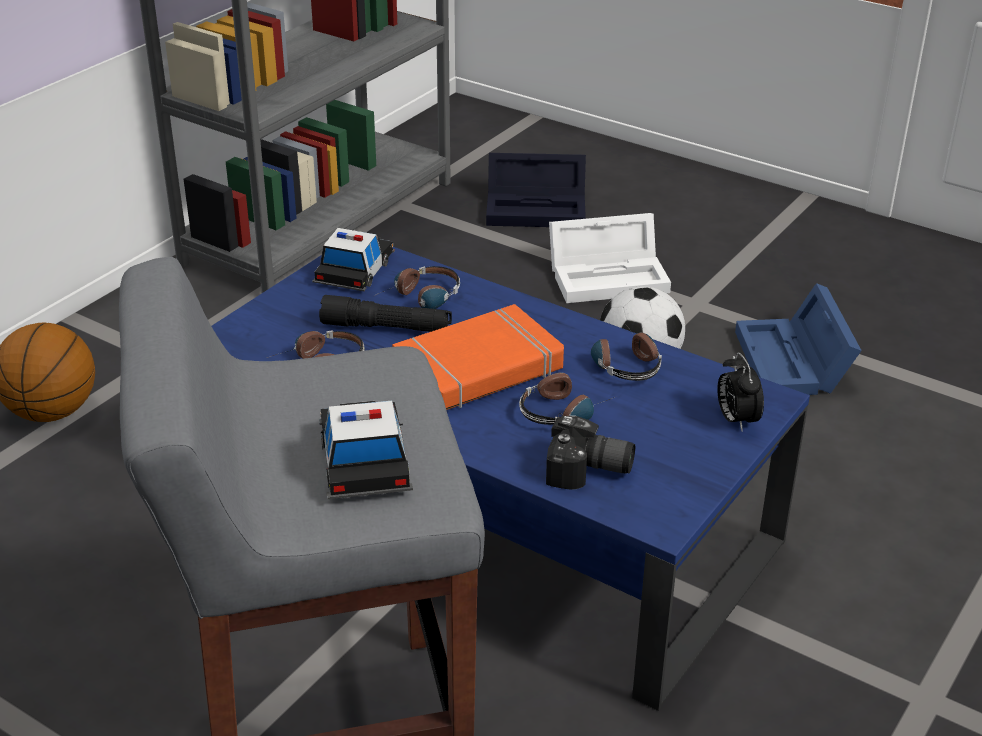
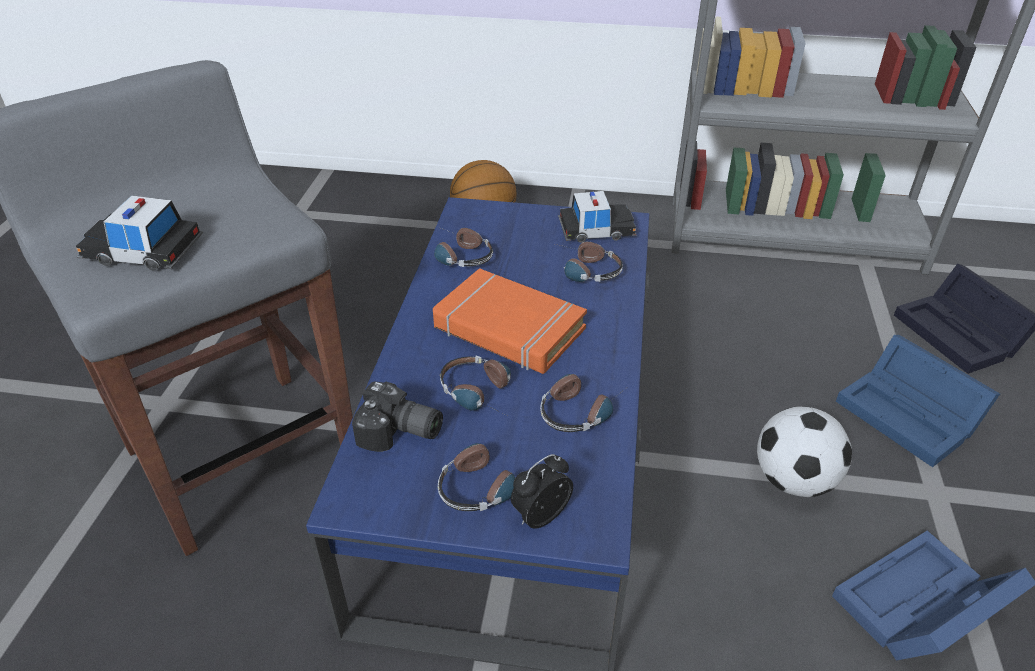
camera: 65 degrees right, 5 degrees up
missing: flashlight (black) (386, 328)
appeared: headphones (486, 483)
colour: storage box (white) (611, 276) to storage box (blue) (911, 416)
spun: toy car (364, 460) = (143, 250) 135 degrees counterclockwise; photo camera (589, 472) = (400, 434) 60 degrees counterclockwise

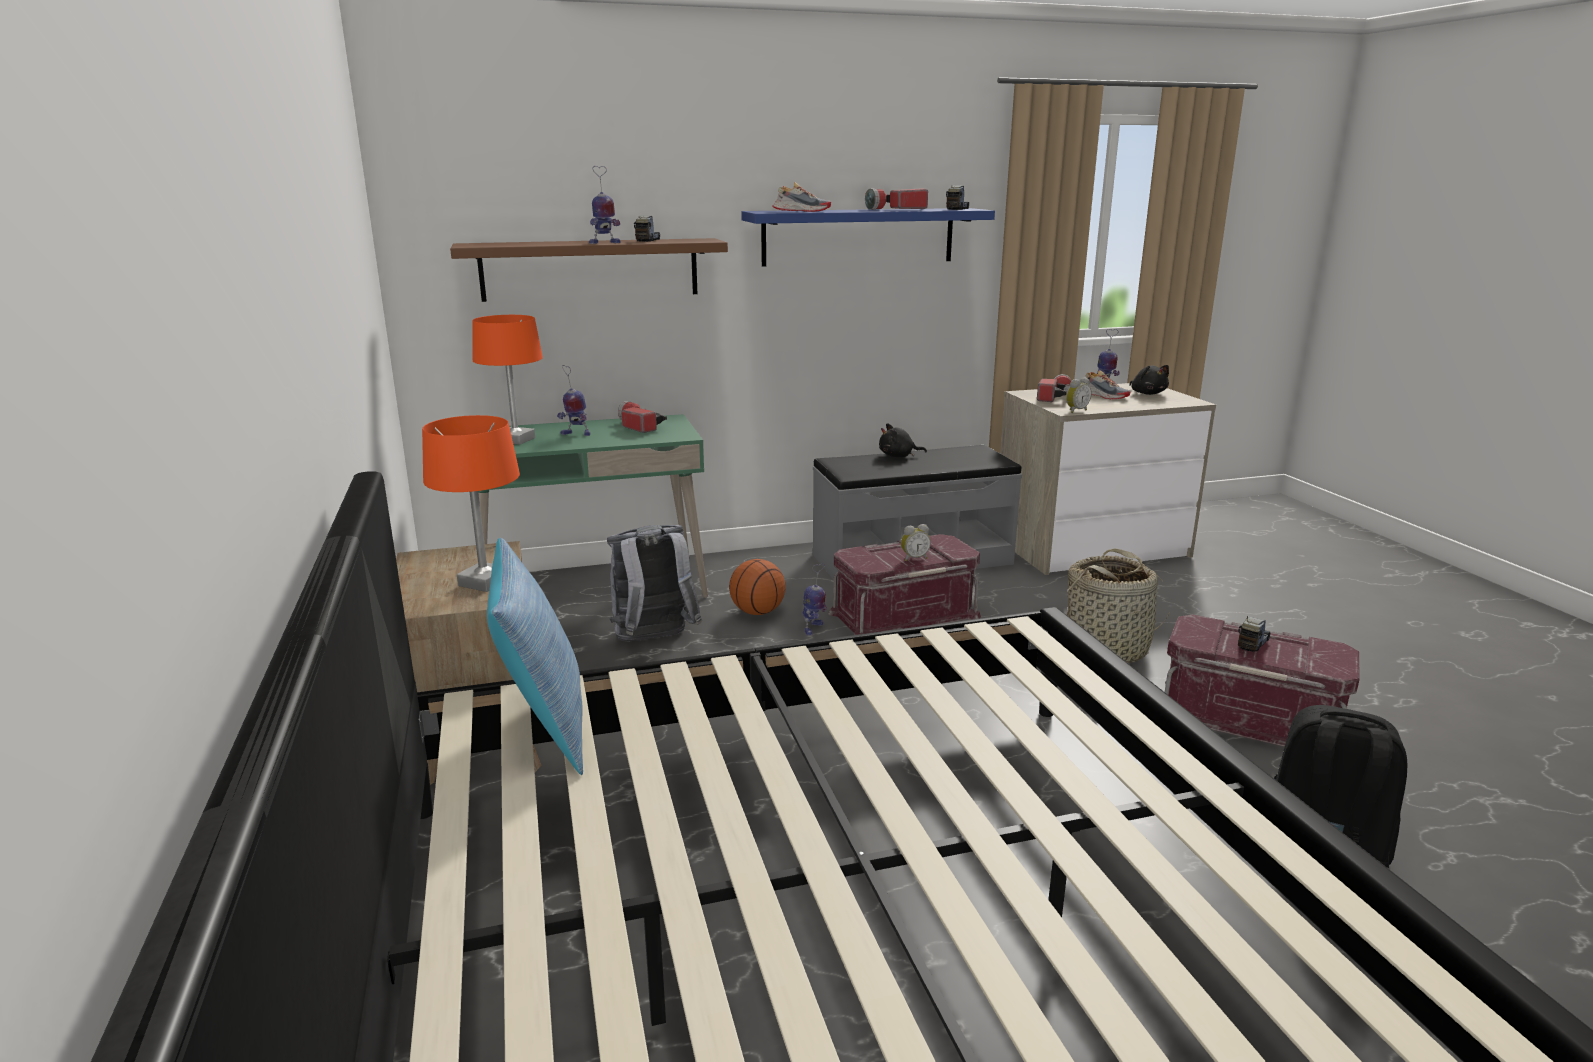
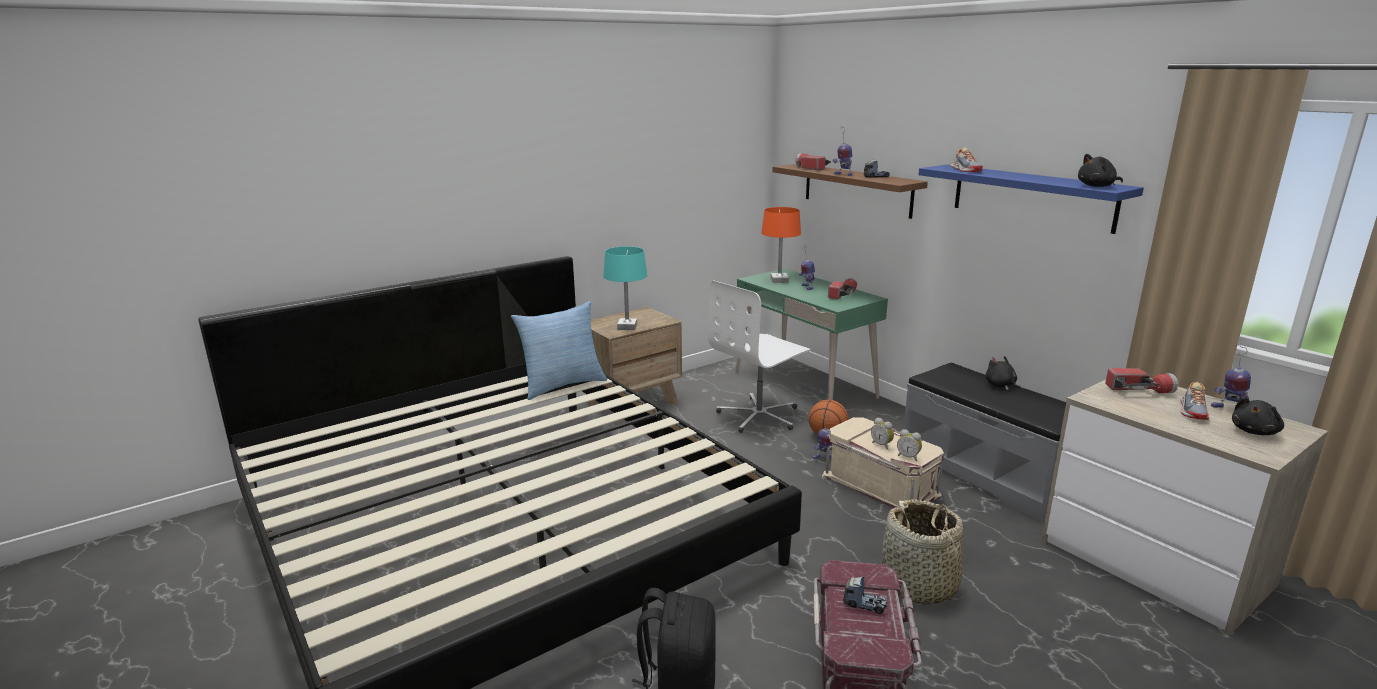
camera: 70 degrees right, 0 degrees up
relocated: flashlight (896, 209) to (810, 168); alarm clock (1075, 411) to (908, 457)
exchanged: backpack (grey) (654, 640) to office chair (white) (759, 416); toy truck (957, 209) to plush toy (black) (1097, 186)
colour: table lamp (orange) (484, 582) to table lamp (turquoise) (627, 327); storage box (red) (903, 614) to storage box (beige) (881, 486)

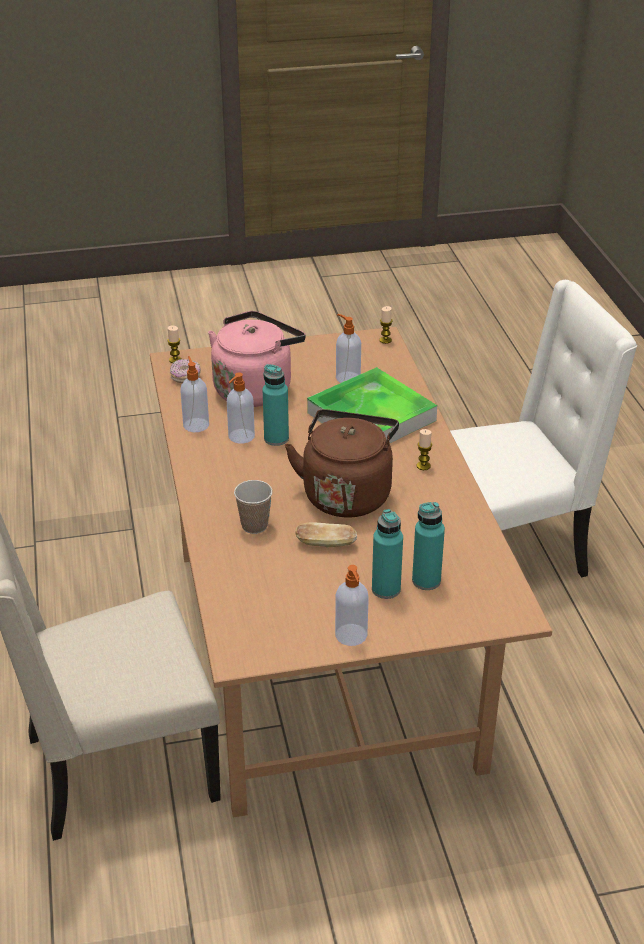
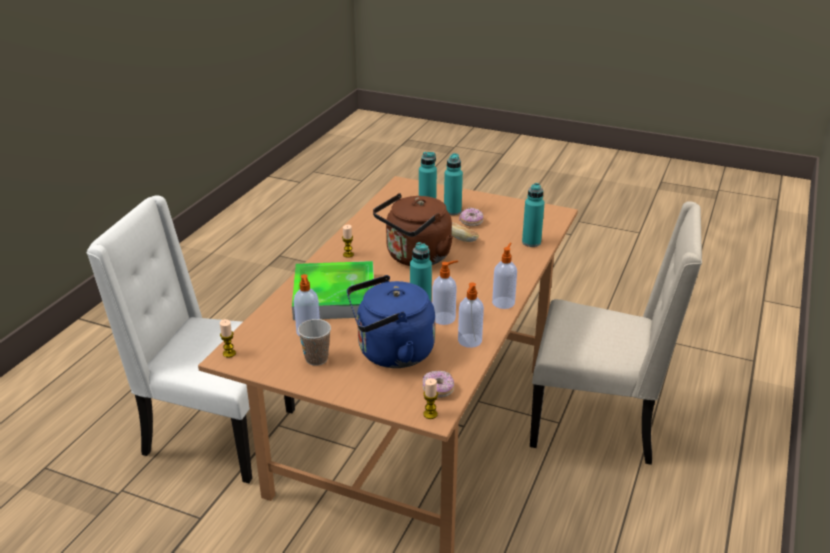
camera: 145 degrees left, 5 degrees down
appeared: donut (471, 222); bottle (turquoise) (531, 242)
relocated: cup (254, 526) to (316, 359); soap dispenser (351, 636) to (503, 302)
colour: kettle (pink) (255, 389) to kettle (blue) (391, 353)

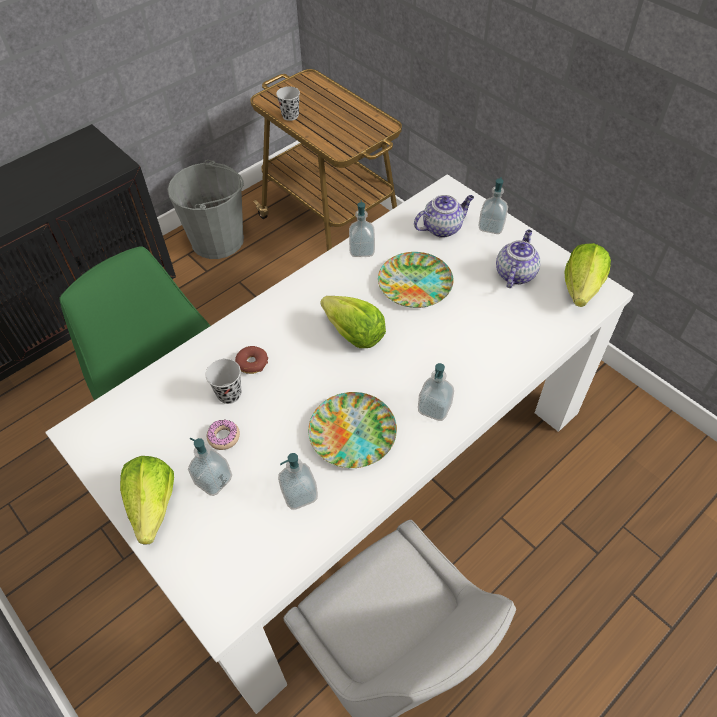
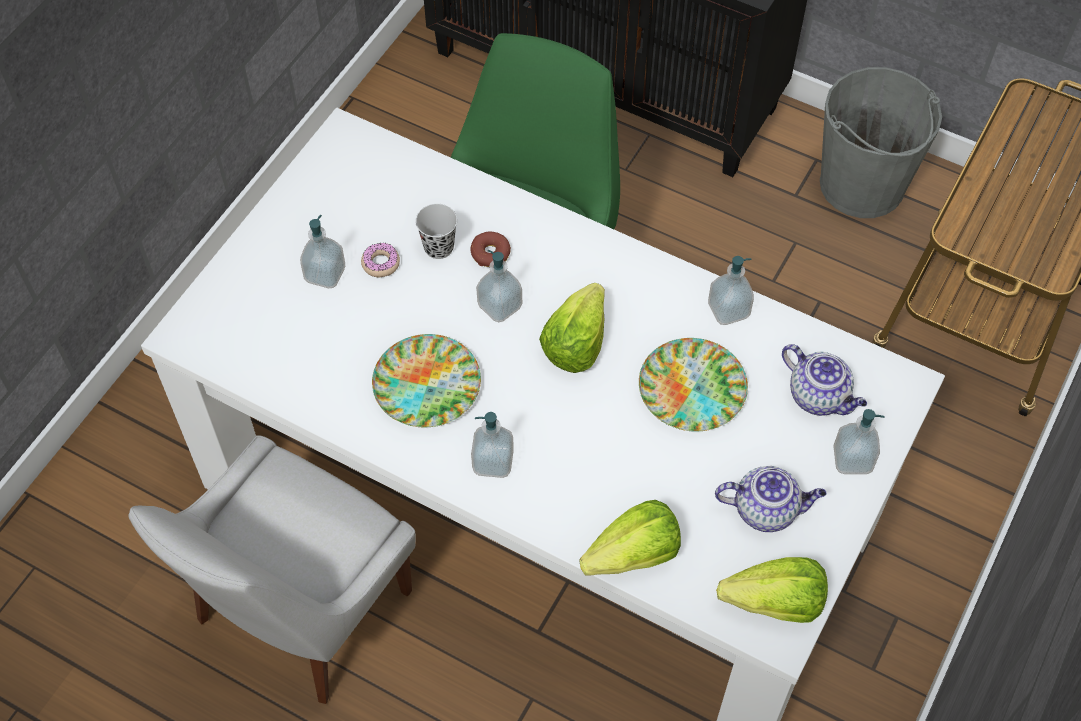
camera: 70 degrees right, 5 degrees up
missing: cup (black) (290, 116)
relocated: soap dispenser (299, 494) to (500, 306); lettuce (153, 506) to (633, 555)

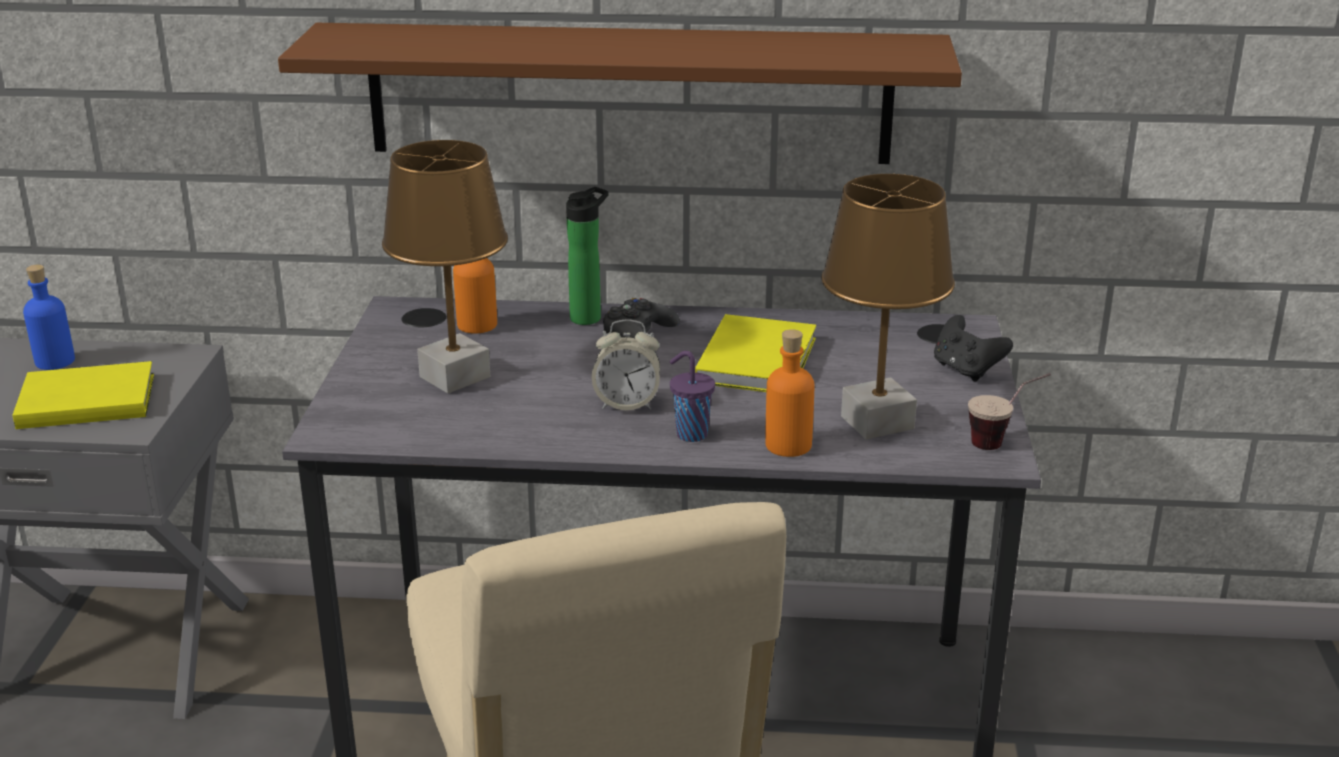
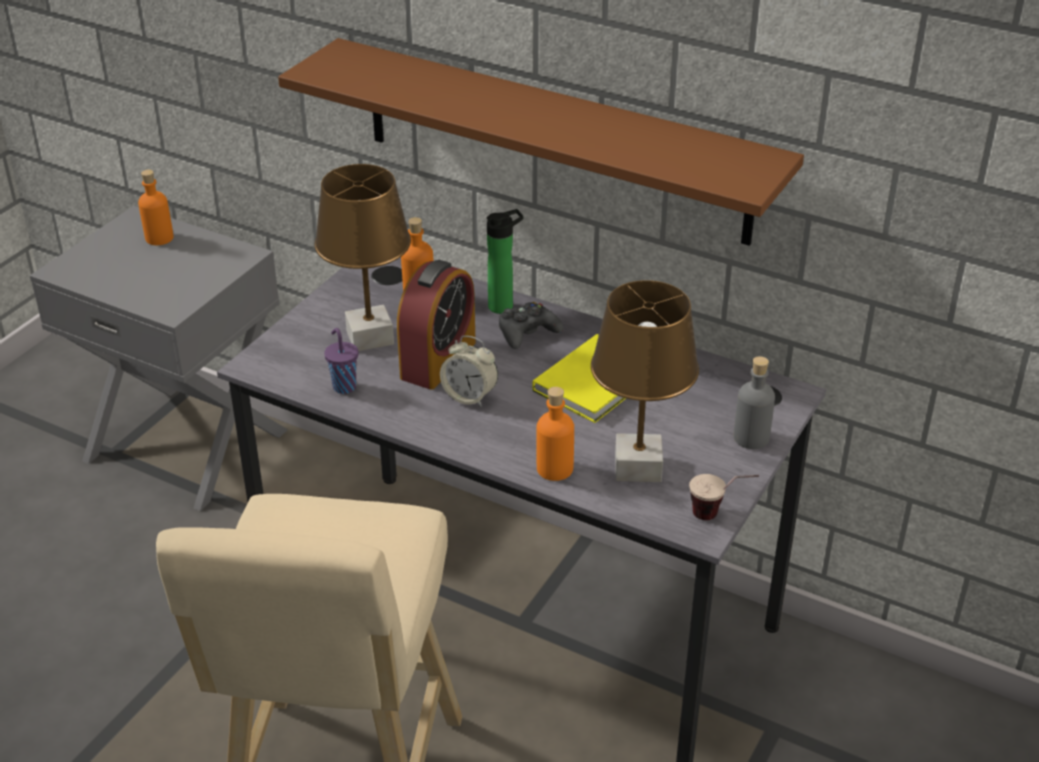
camera: 25 degrees right, 10 degrees up
missing: book (yellow) (83, 400)
appeared: alarm clock (438, 360)
relocated: cup (purple) (690, 434) to (343, 386)
exchanged: game controller (black) (966, 370) to bottle (grey) (751, 437)
colour: bottle (blue) (54, 361) to bottle (orange) (159, 238)

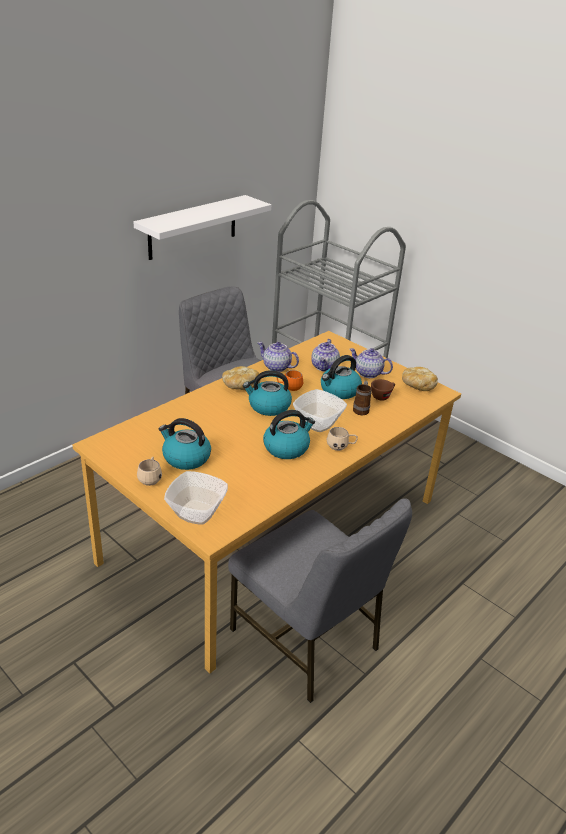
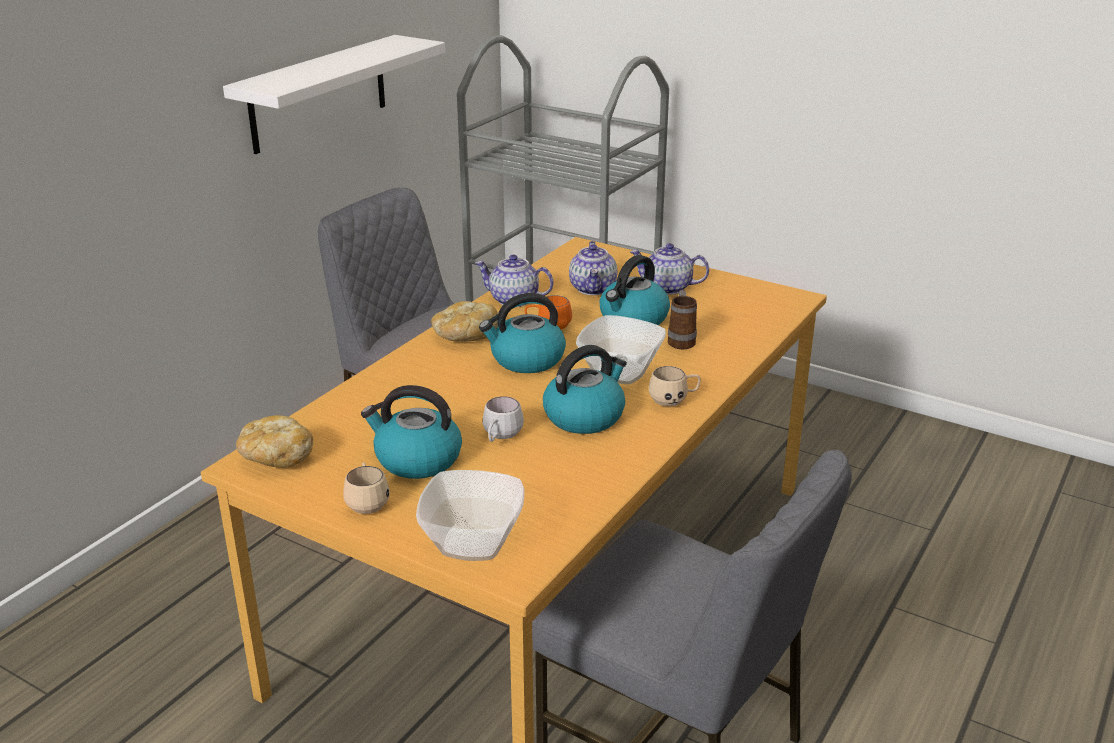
camera: 10 degrees left, 5 degrees down
missing: cup (brown) (382, 396)
appeared: mug (white) (500, 437)
relocated: bread (417, 386) to (276, 458)

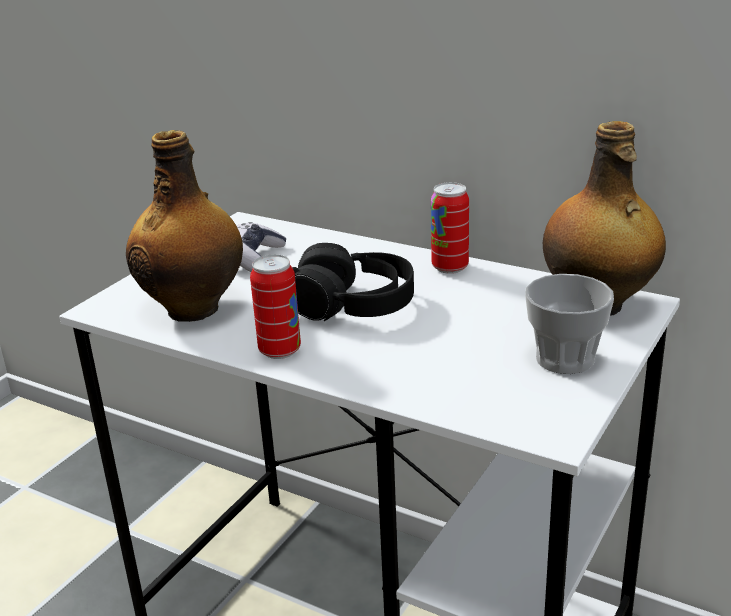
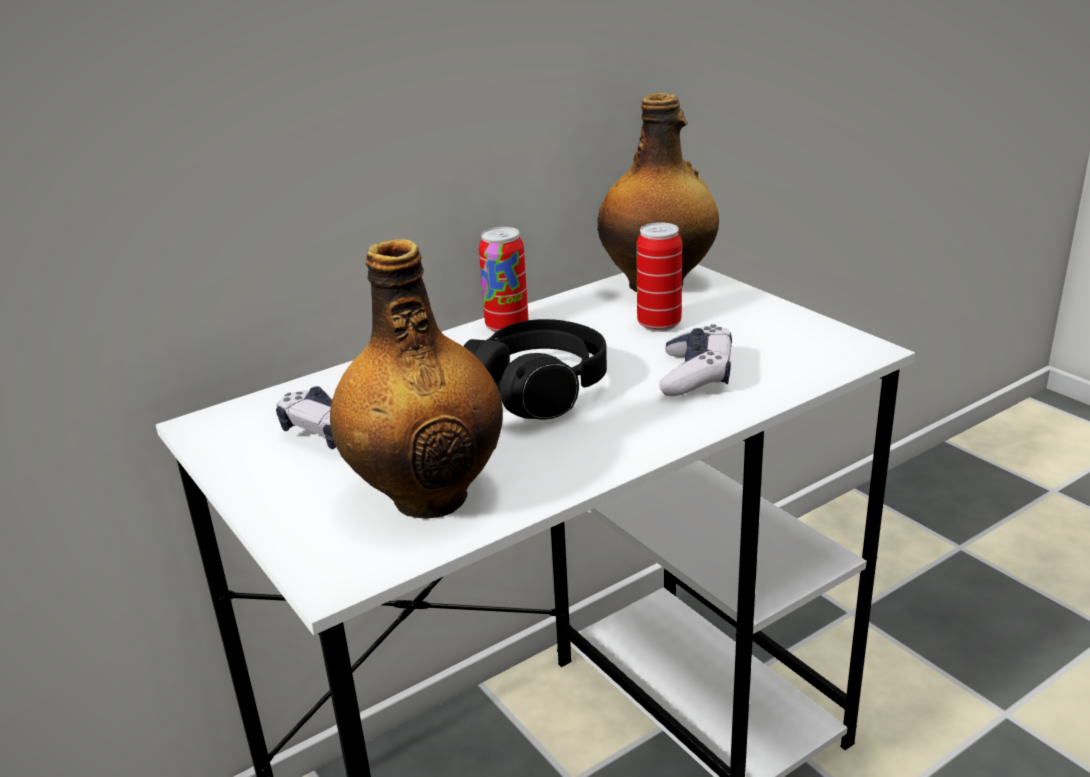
camera: 65 degrees left, 0 degrees up
missing: cup (564, 359)
appeared: game controller (696, 375)
relocated: can (280, 350) to (659, 324)

